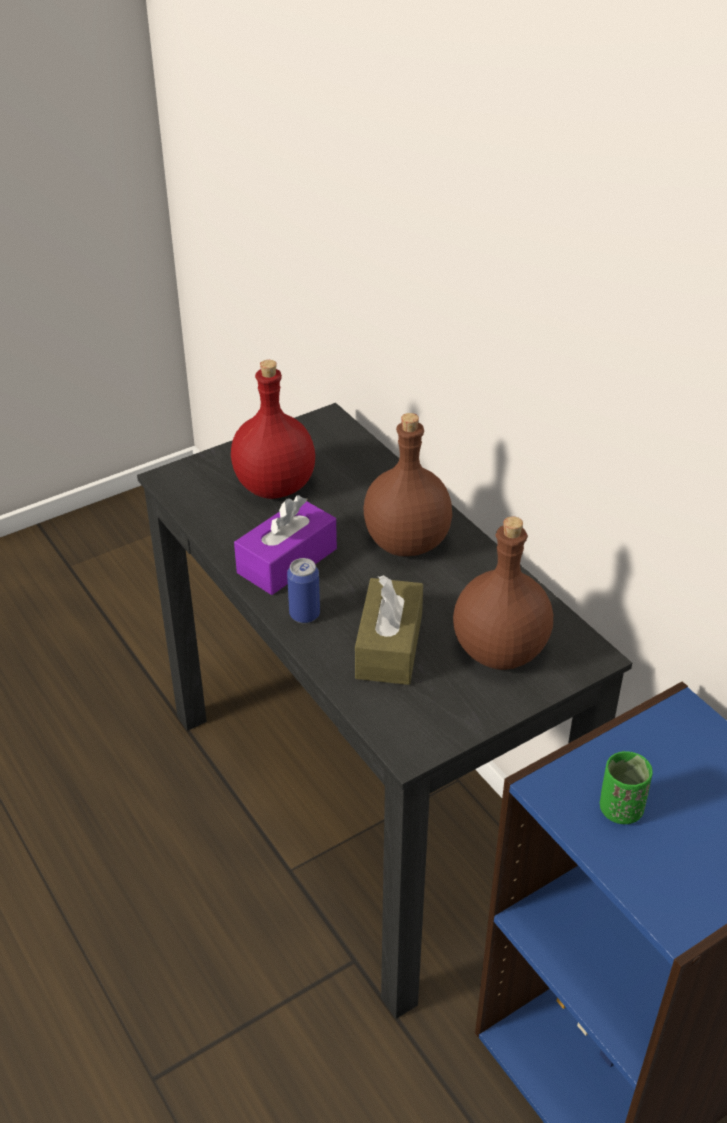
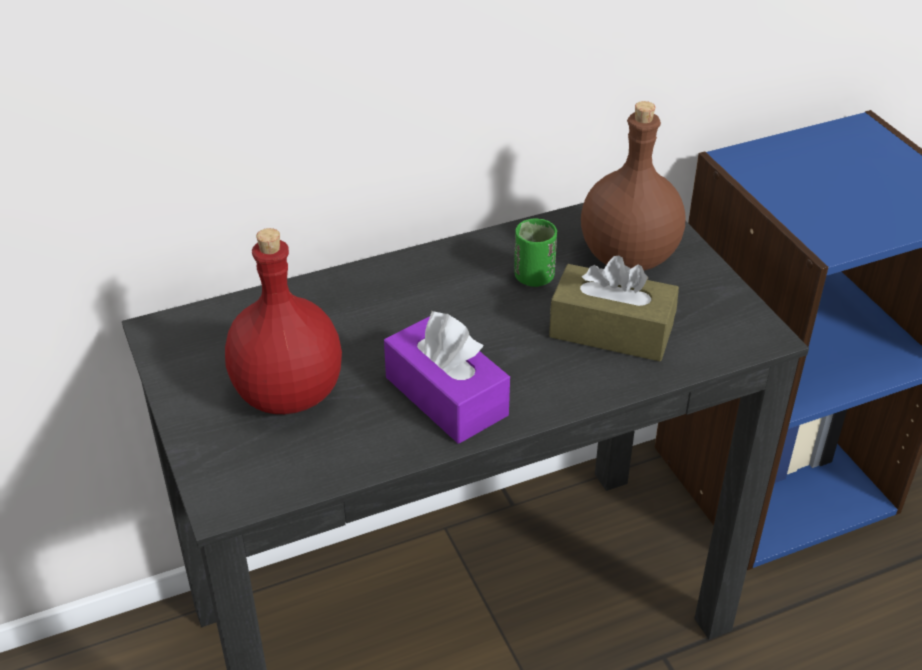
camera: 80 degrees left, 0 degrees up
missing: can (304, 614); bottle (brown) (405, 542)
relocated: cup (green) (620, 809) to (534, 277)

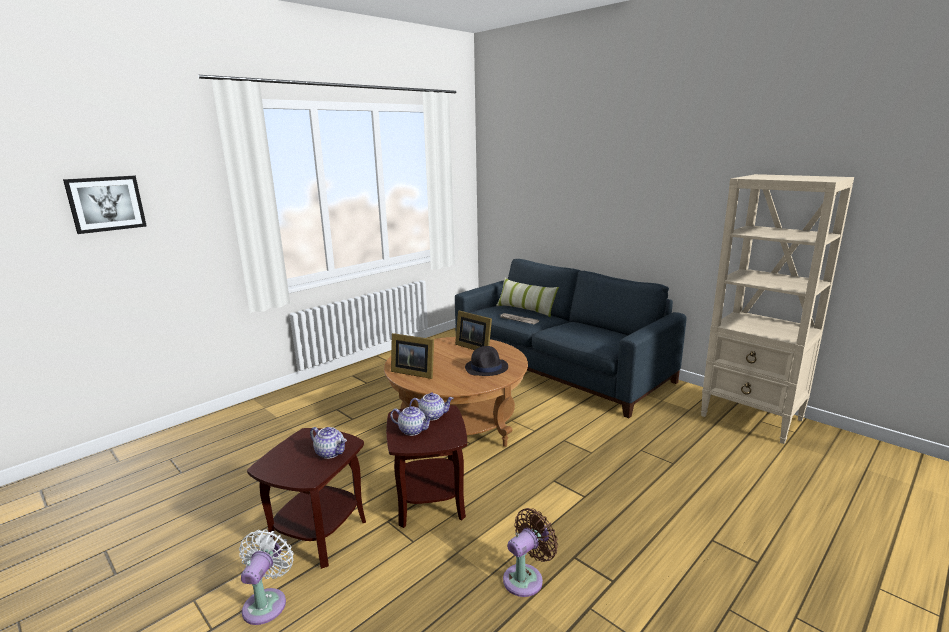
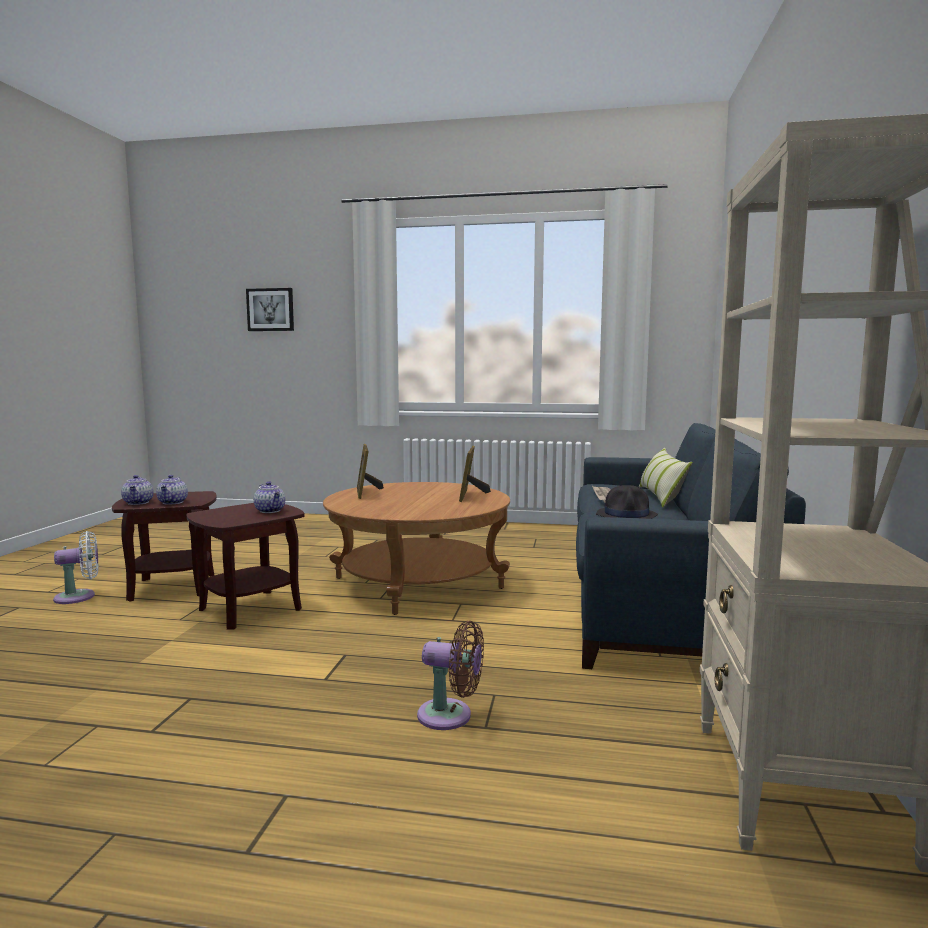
camera: 55 degrees right, 10 degrees down
relocated: teapot (413, 430) to (138, 502); fan (brown) (526, 578) to (450, 716); hat (black) (486, 367) to (627, 515)

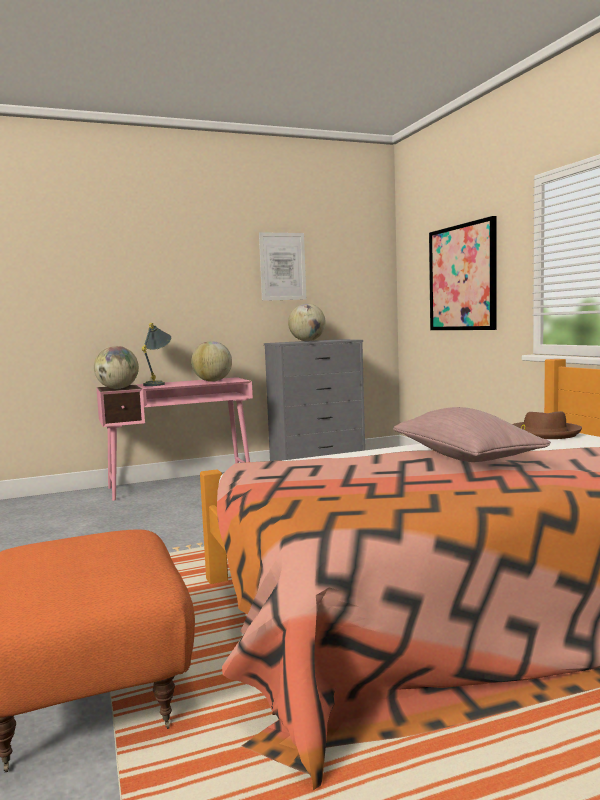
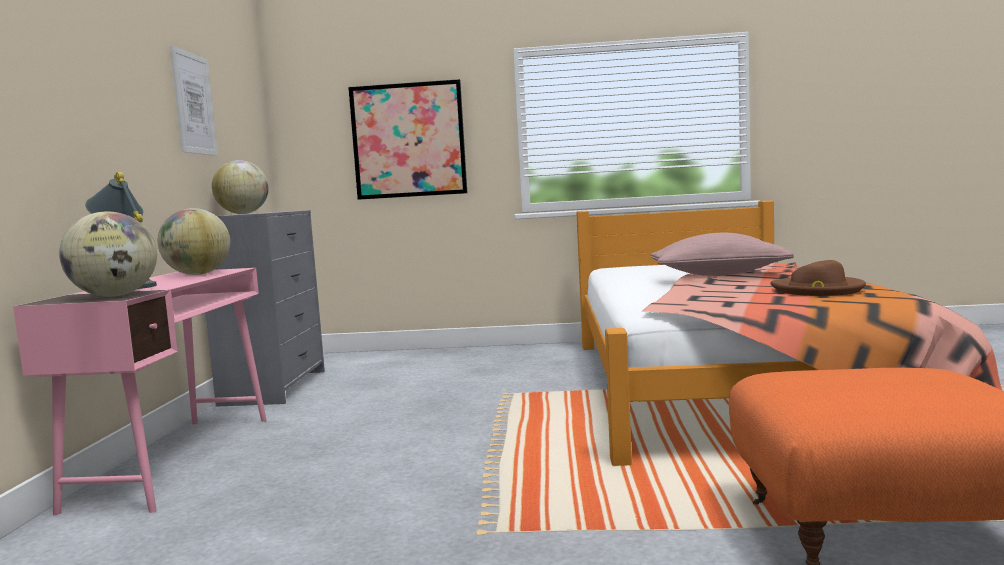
camera: 65 degrees left, 0 degrees up
relocated: hat (brown) (543, 433) to (818, 290)

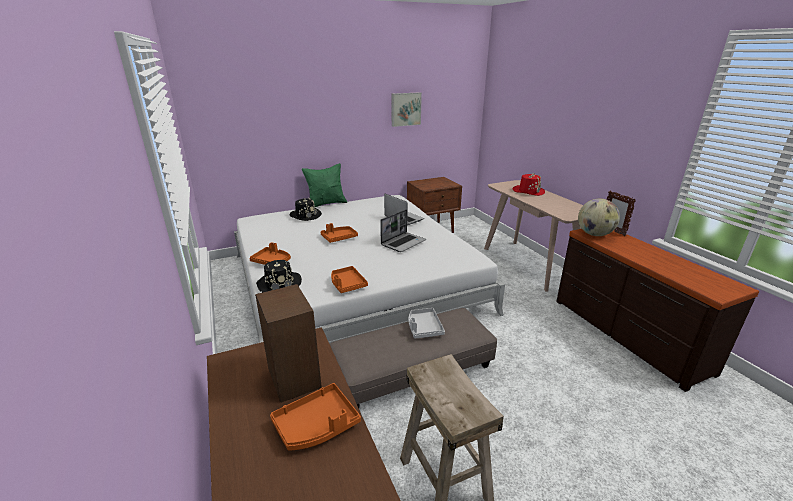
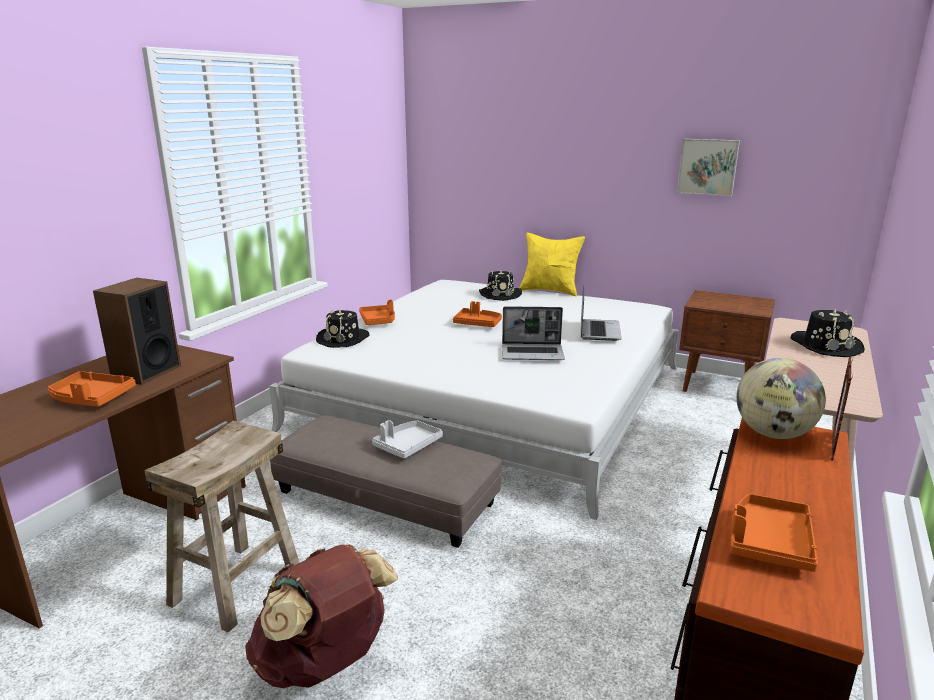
camera: 50 degrees right, 5 degrees down
appeared: backpack (brown) (324, 664)
relocated: tray (orange) (347, 284) to (768, 542)
colour: pillow (green) (326, 204) to pillow (yellow) (550, 291); hat (red) (528, 191) to hat (black) (825, 345)

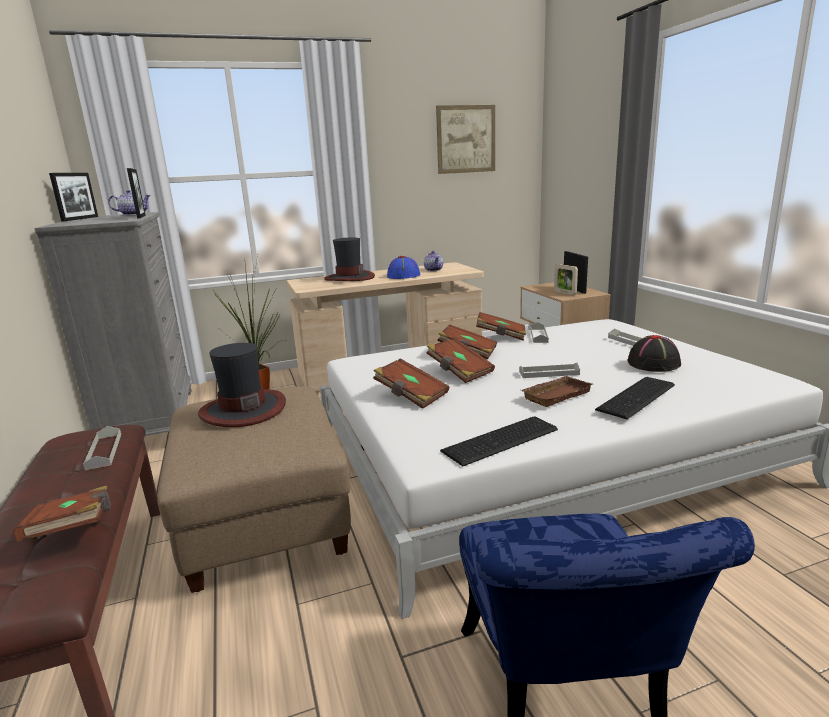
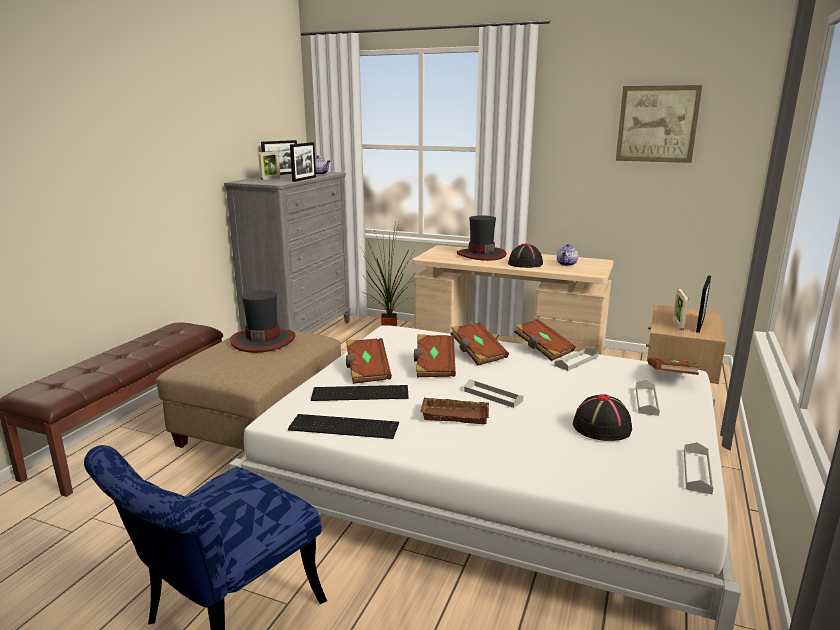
camera: 40 degrees right, 0 degrees up
appeared: picture frame (270, 178)
relocated: keyboard (639, 397) to (361, 394); book (brown) (74, 529) to (672, 377); tray (grey) (104, 451) to (697, 471)
colour: hat (blue) (404, 276) to hat (black) (525, 264)

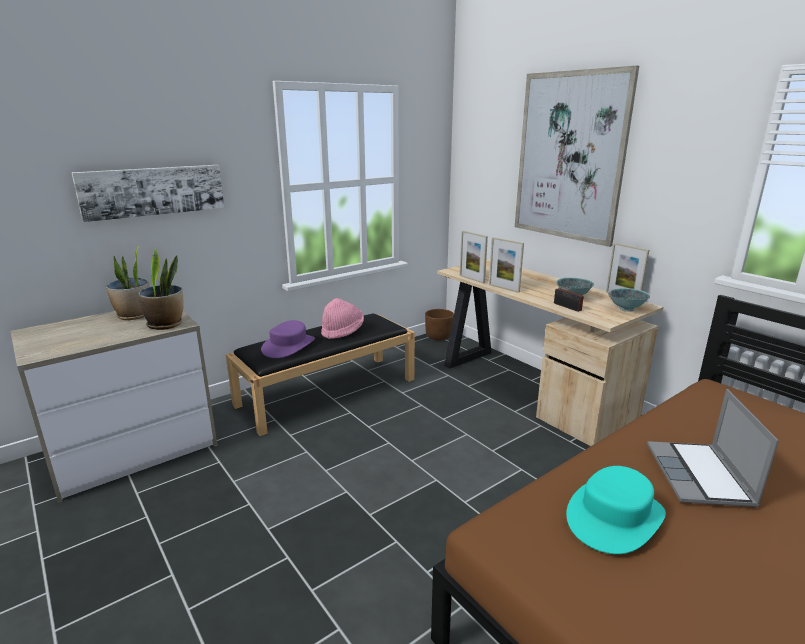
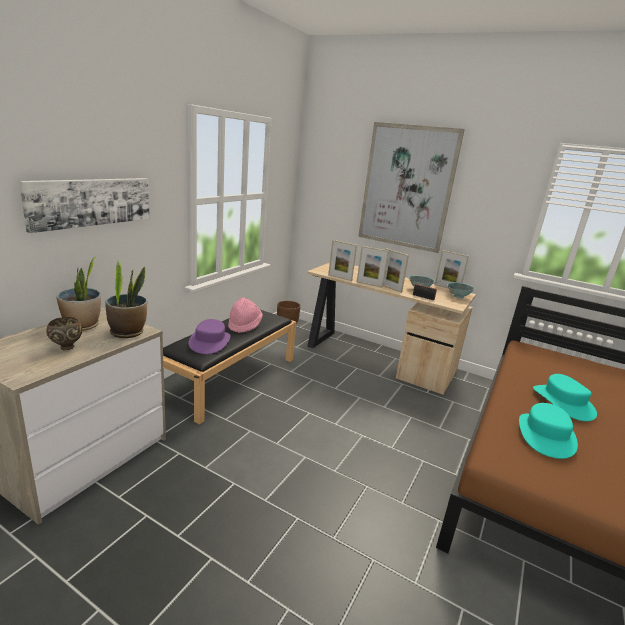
camera: 25 degrees left, 0 degrees up
appeared: bowl (brown) (66, 347); picture frame (390, 288)
exchanged: laptop (700, 476) to hat (turquoise) (563, 402)

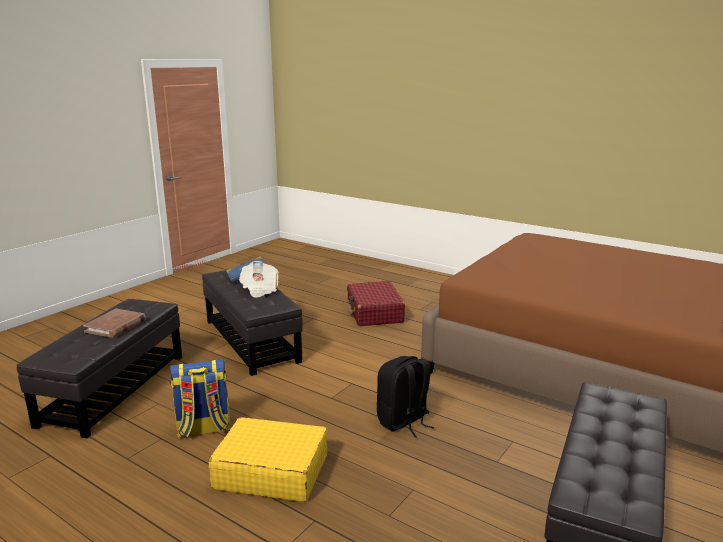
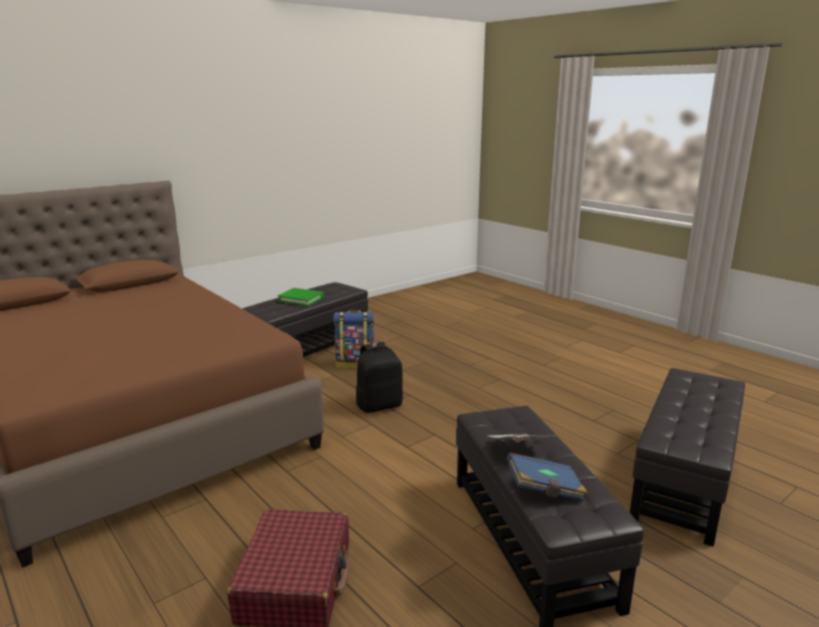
camera: 165 degrees left, 0 degrees up
missing: book (brown) (116, 326); suitcase (yellow) (271, 471)
appeared: book (green) (301, 299)
relocated: backpack (203, 429) to (355, 364)

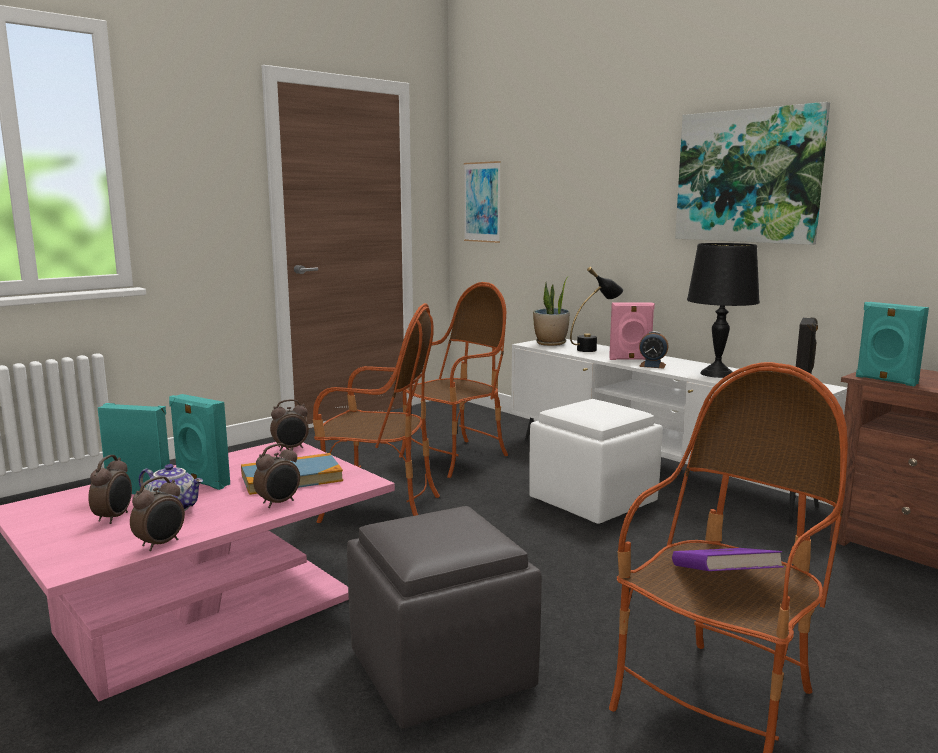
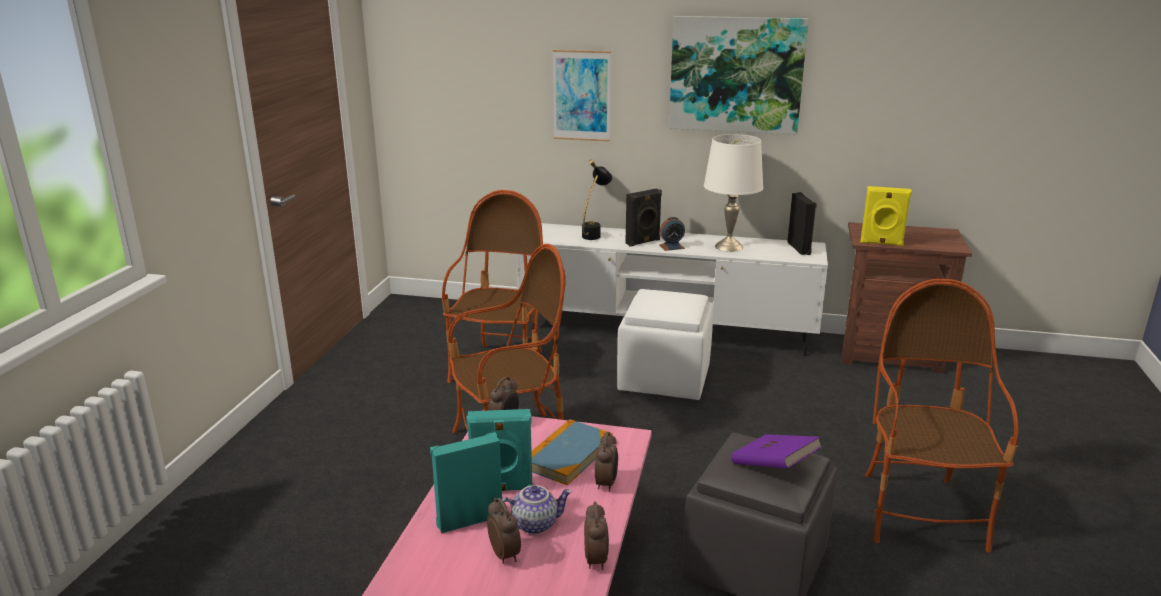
camera: 35 degrees left, 10 degrees up
missing: potted plant (551, 343)
relocated: picture (482, 202) to (581, 95); book (purple) (722, 582) to (773, 467)
colour: speaker (pink) (630, 359) to speaker (black) (643, 242); table lamp (black) (717, 374) to table lamp (white) (729, 246); speaker (turquoise) (885, 380) to speaker (yellow) (881, 243)

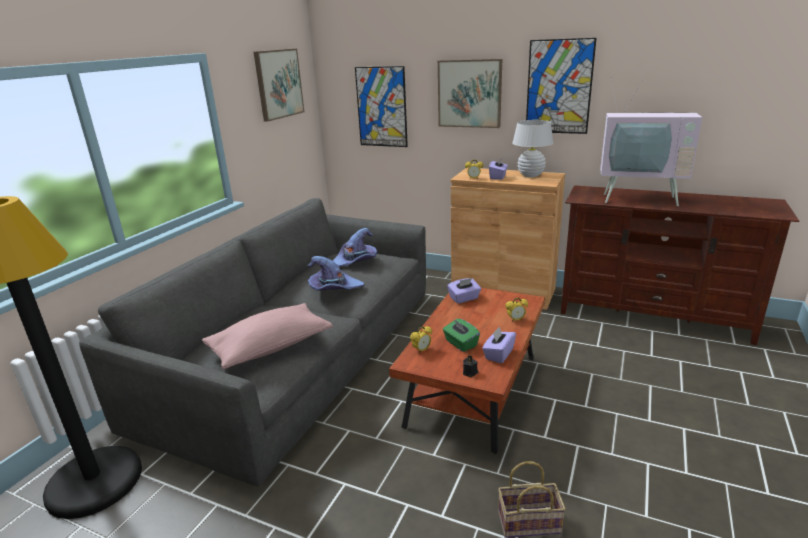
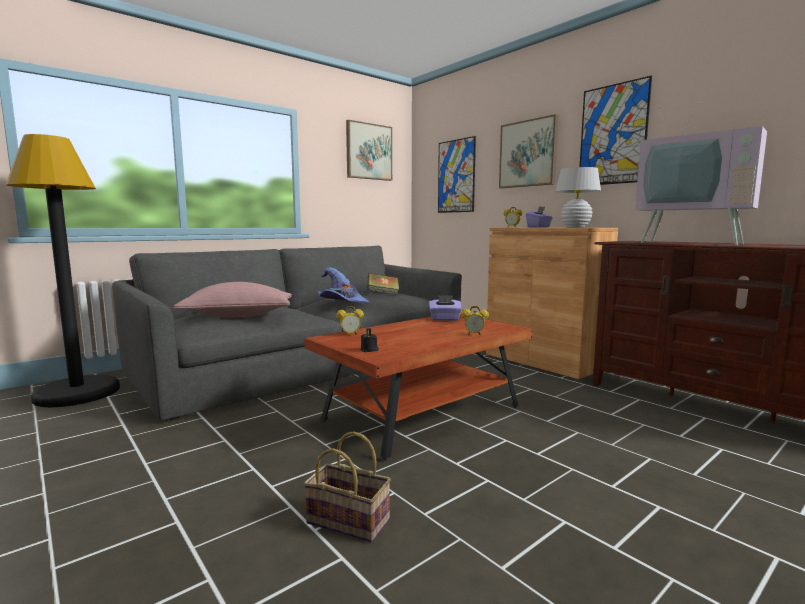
camera: 25 degrees right, 15 degrees down
missing: tissue box (green) (460, 344); tissue box (purple) (498, 354)
exchanged: hat (purple) (355, 261) to book (383, 294)

